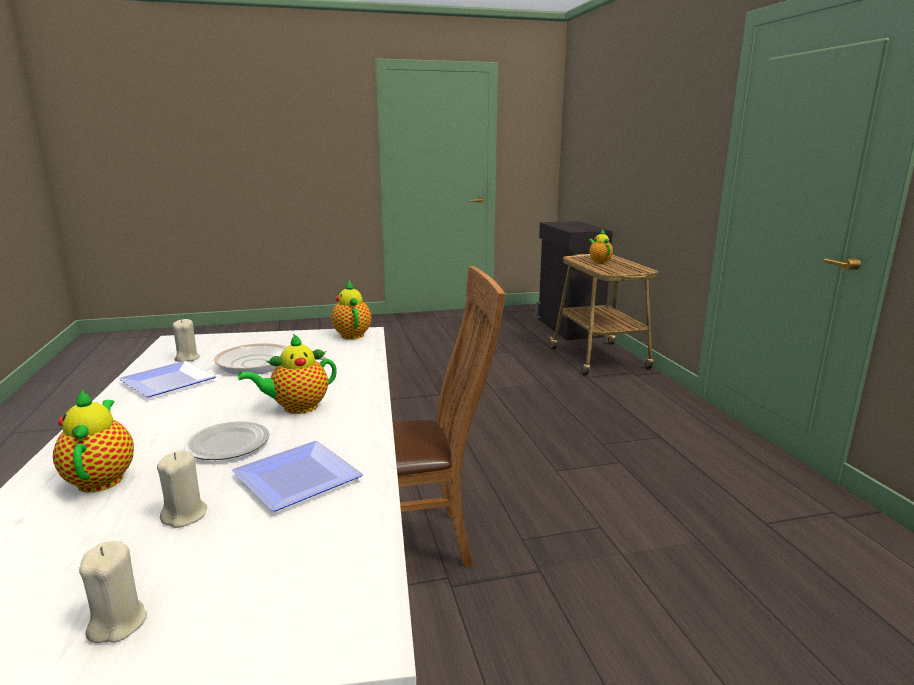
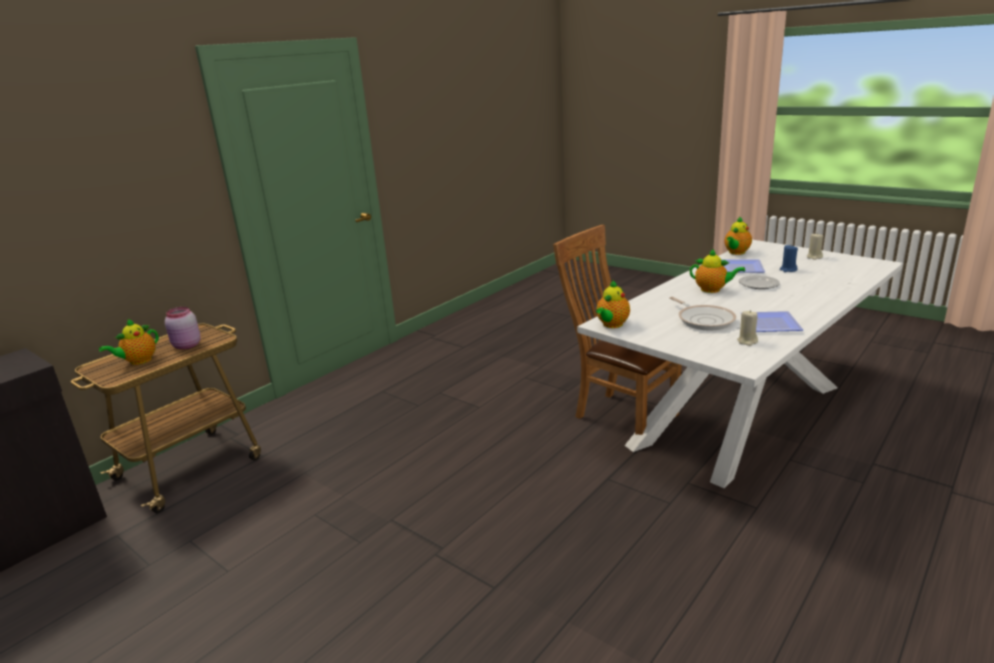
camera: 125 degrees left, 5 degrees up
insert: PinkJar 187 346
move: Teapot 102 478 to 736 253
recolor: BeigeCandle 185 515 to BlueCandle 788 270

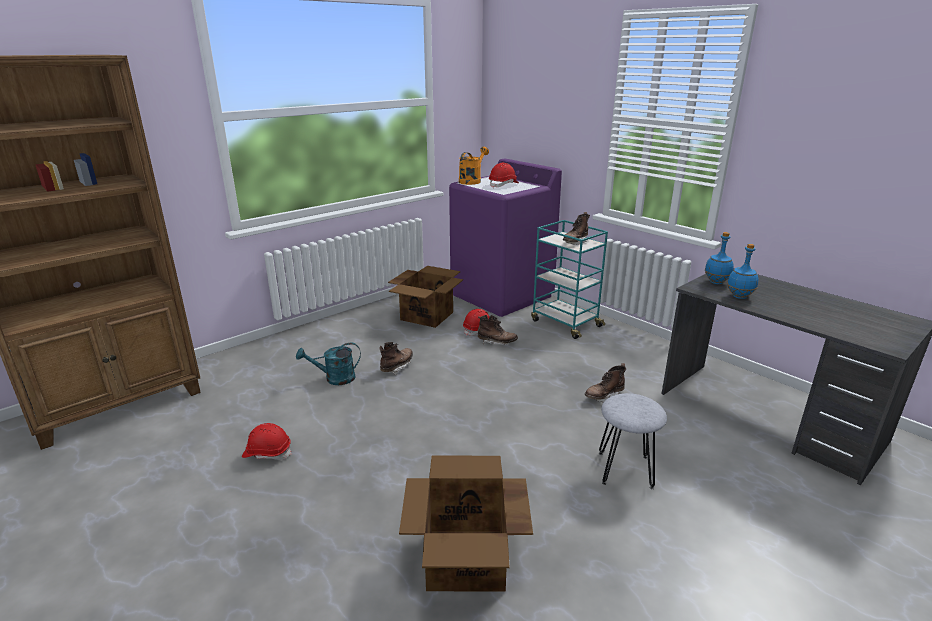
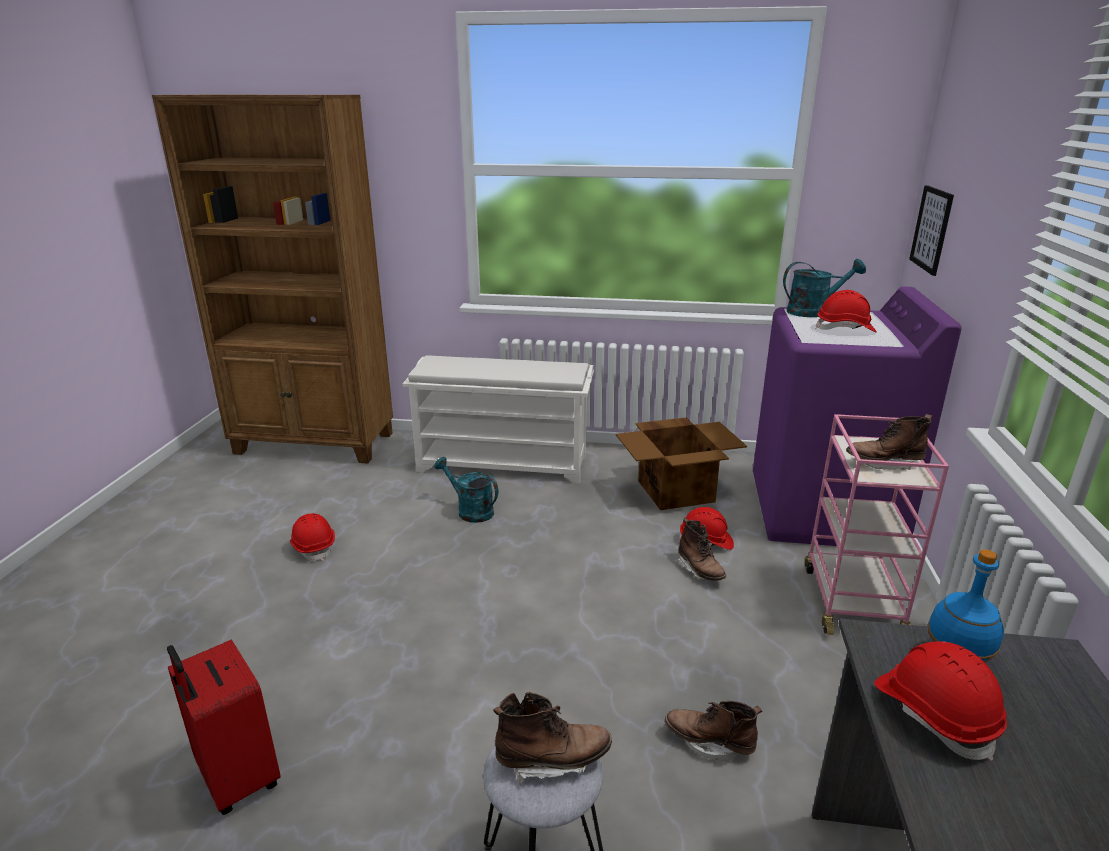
camera: 50 degrees right, 0 degrees up
insert: WhiteShoeRack 504 463; Picture 931 229
move: BrownBoot 397 367 to 552 760
replace: CardboardBox 465 560 to RedSuitcase 236 779; BlueBottle 739 296 to RedHardHat 934 713
recolor: OrangeWateringCan 472 181 to TurquoiseWateringCan 813 311; TurquoiseCart 565 323 to PinkCart 852 601

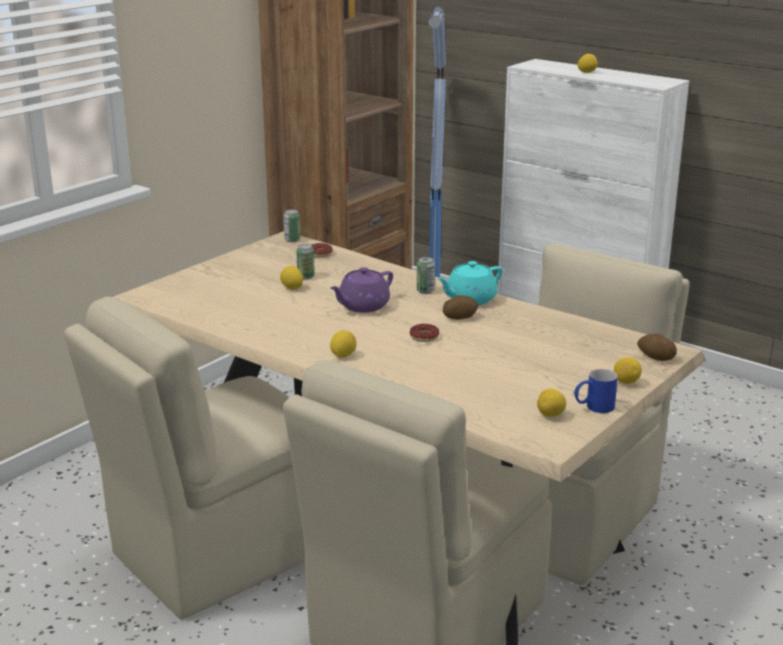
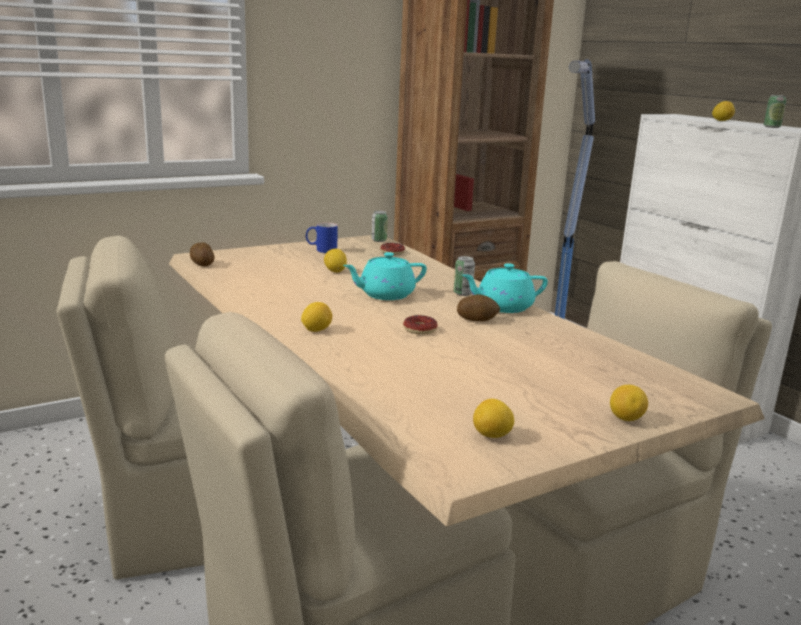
camera: 20 degrees right, 5 degrees down
move: Can 306 277 to 771 127; BlueMug 593 407 to 321 250; Potato 655 357 to 202 264
recolor: PurpleTeapot 362 306 to TurquoiseTeapot 385 295

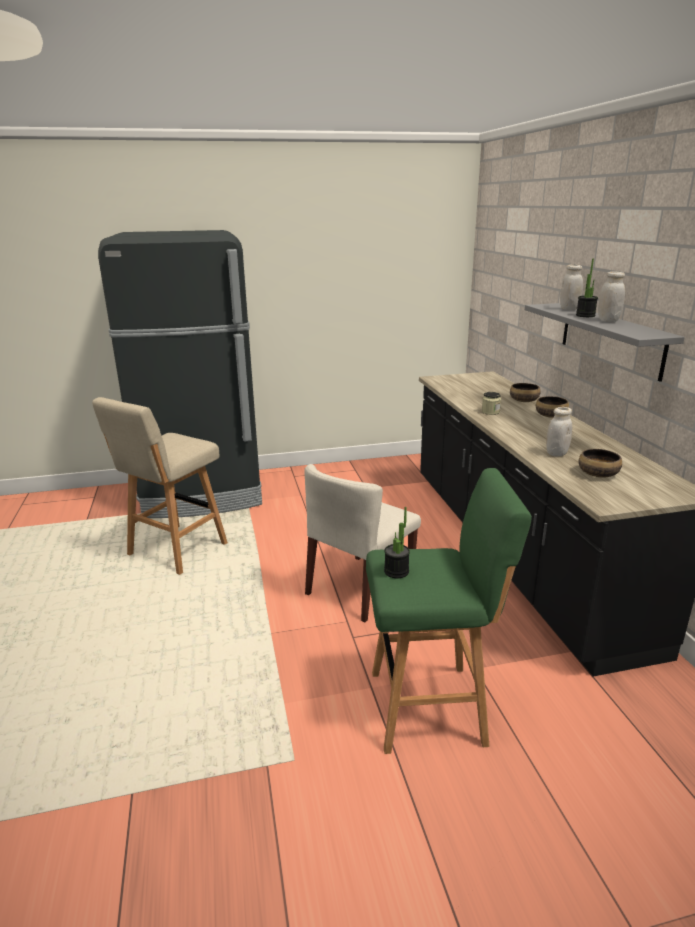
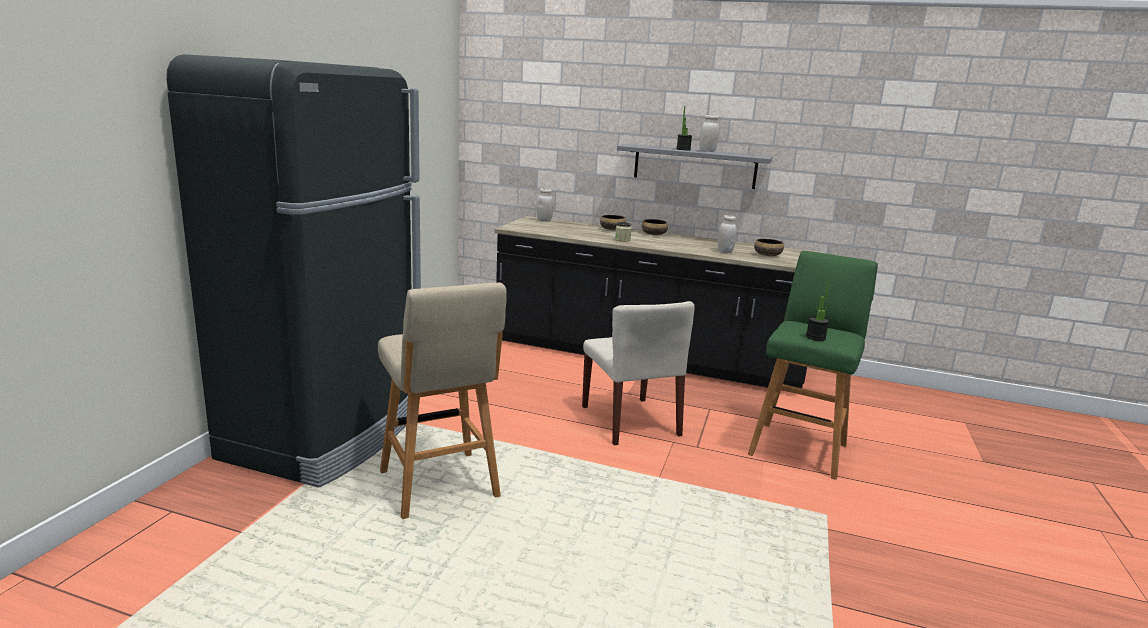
camera: 60 degrees left, 5 degrees down
move: WhiteJar 569 309 to 544 220

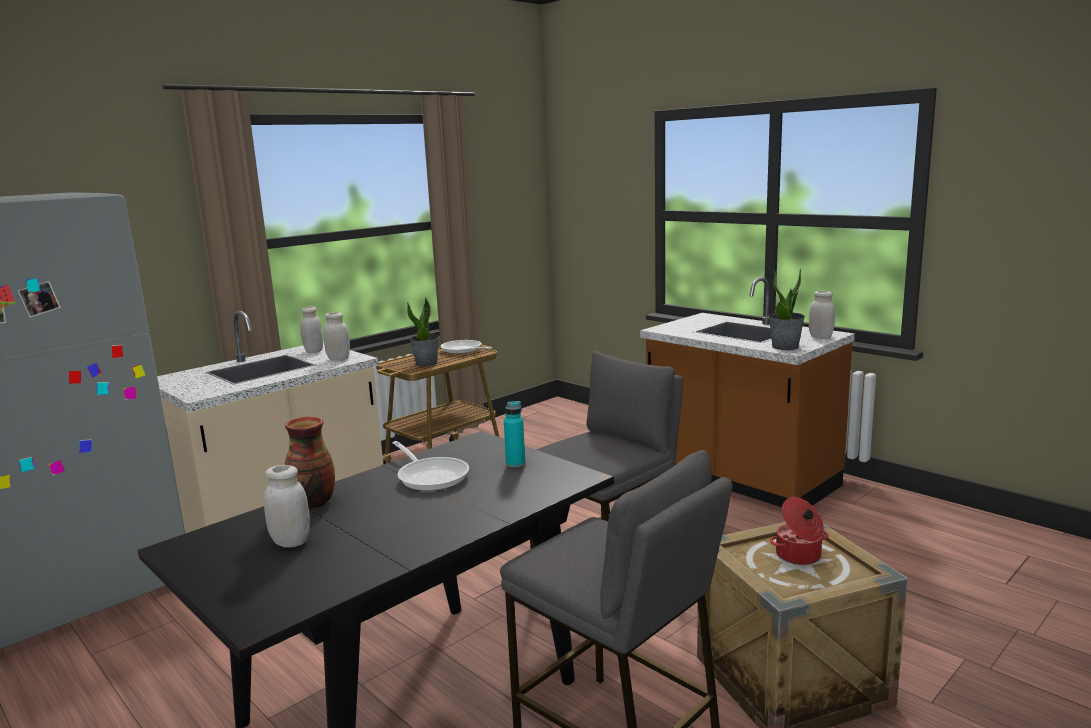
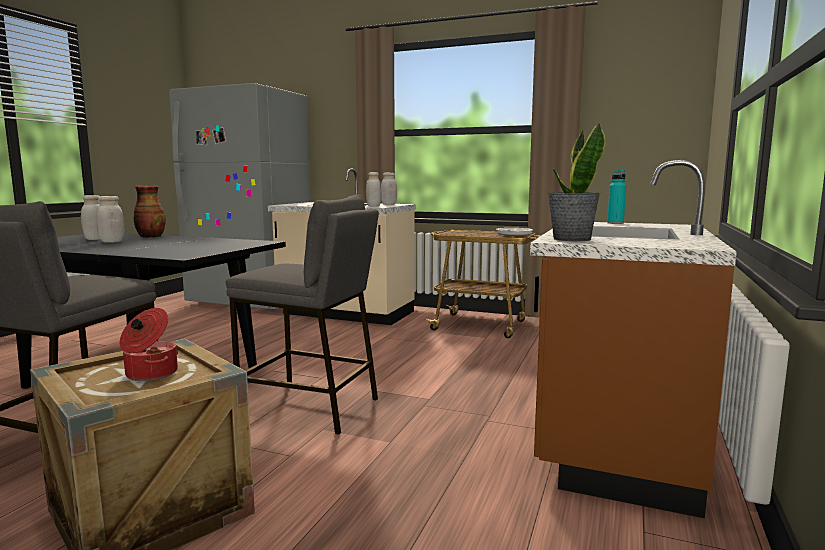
camera: 65 degrees right, 5 degrees down
delete: FryingPan 431 476; PottedPlant 426 363
move: TurquoiseBottle 515 464 to 615 223; WhiteJar 820 337 to 112 241

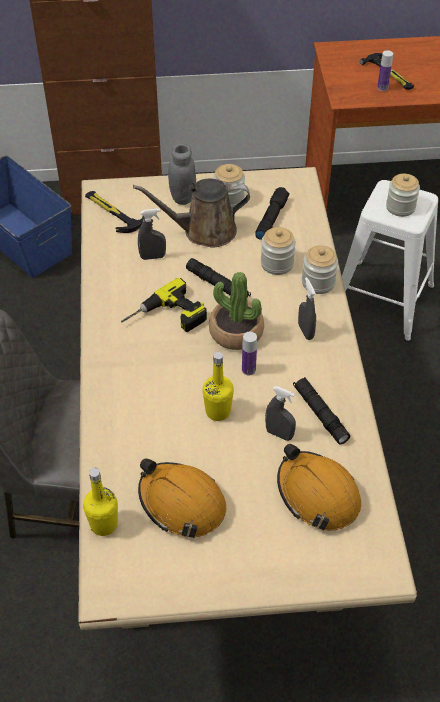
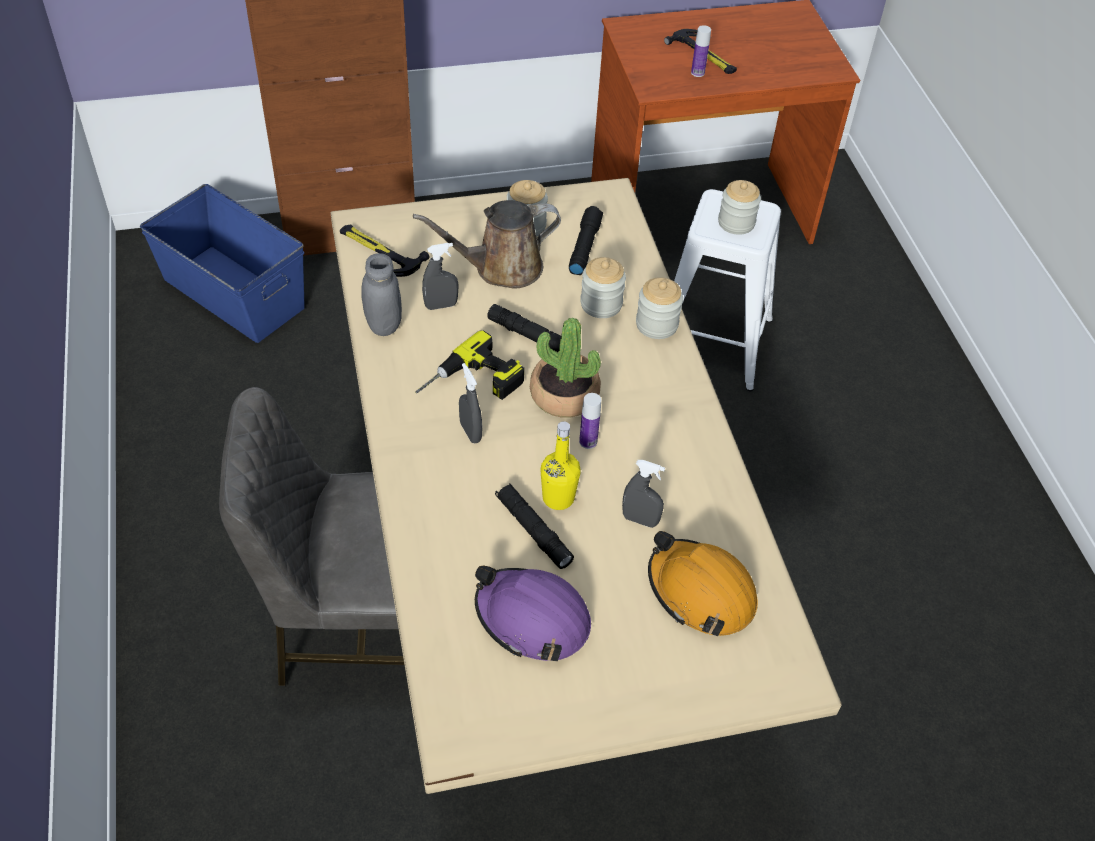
camera: 10 degrees left, 0 degrees up
delete: YellowBottle 104 524
move: GreyJar 183 197 to 384 325; BlackFlashlight 320 414 to 533 530; GreySprayBottle 305 331 to 470 432
recolor: OrangeHardHat 182 503 to PurpleHardHat 532 619

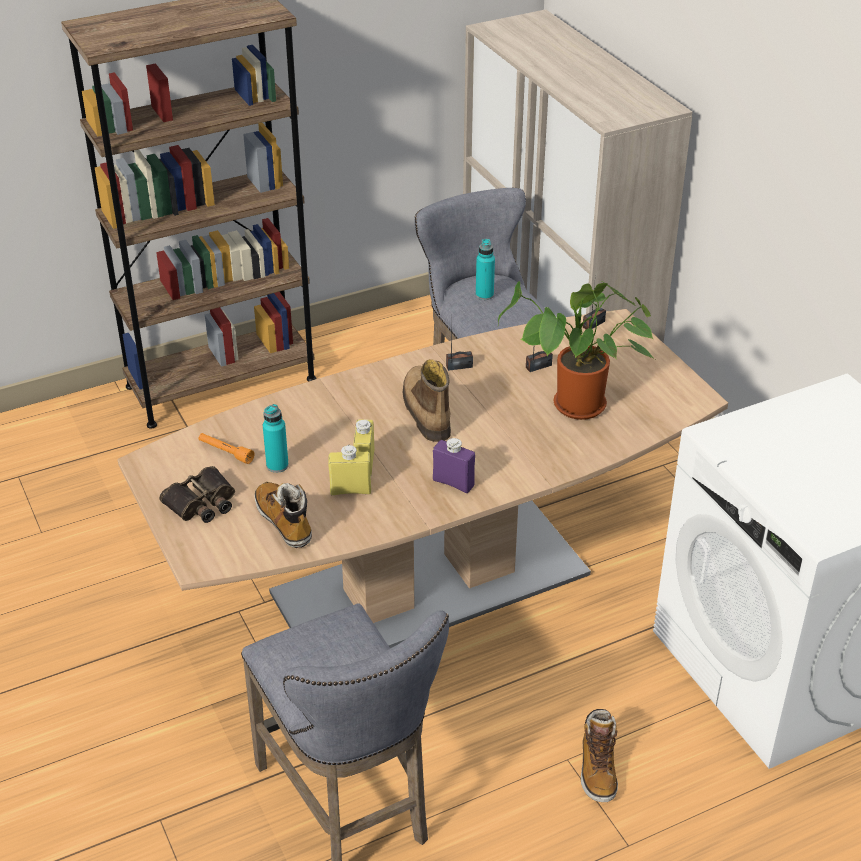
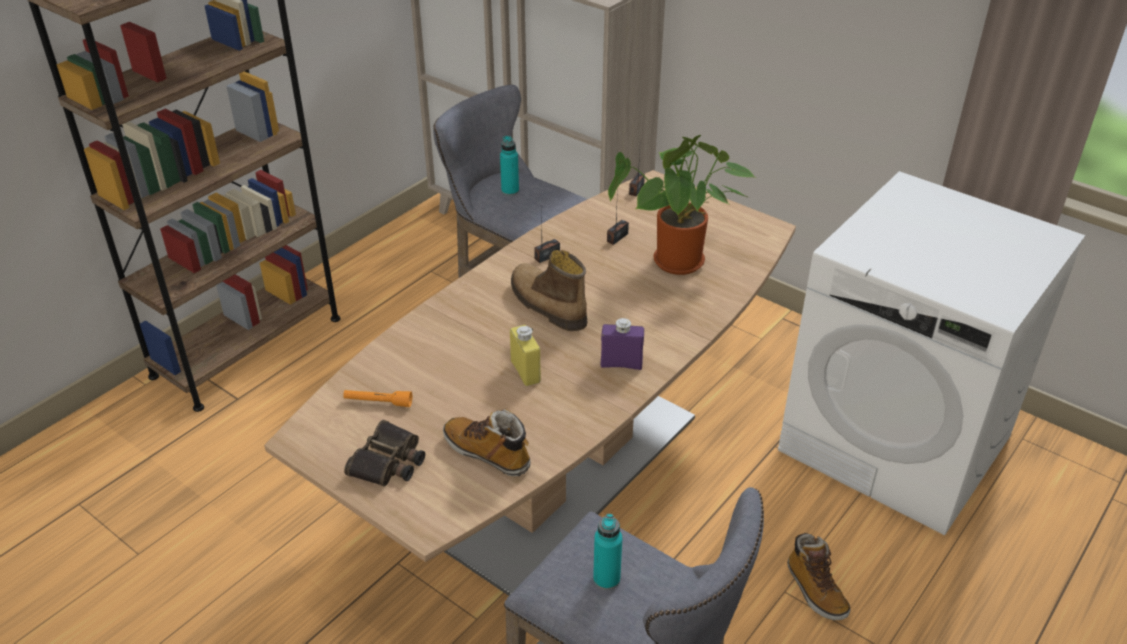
camera: 25 degrees left, 0 degrees up
delete: YellowBottle 350 490
move: TurquoiseBottle 277 465 to 606 579

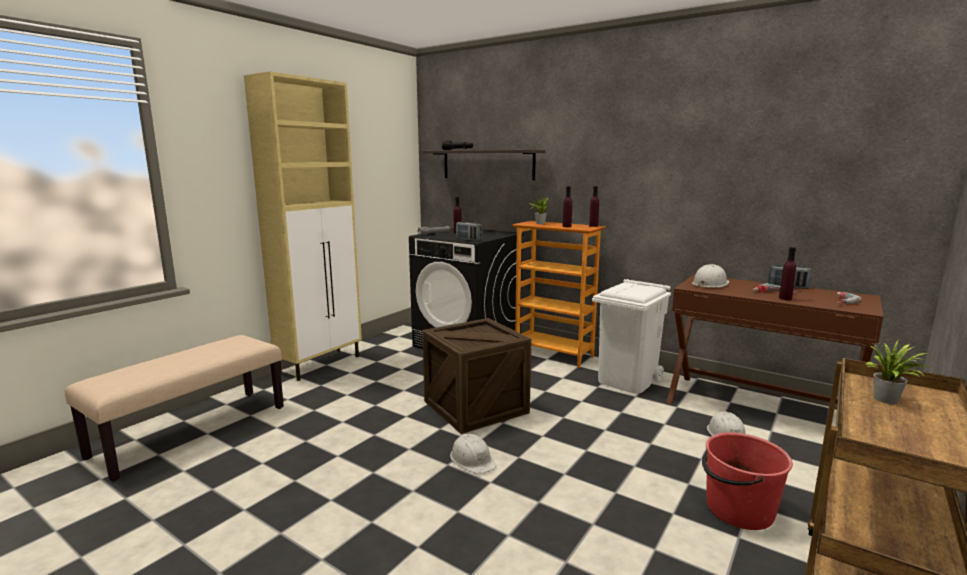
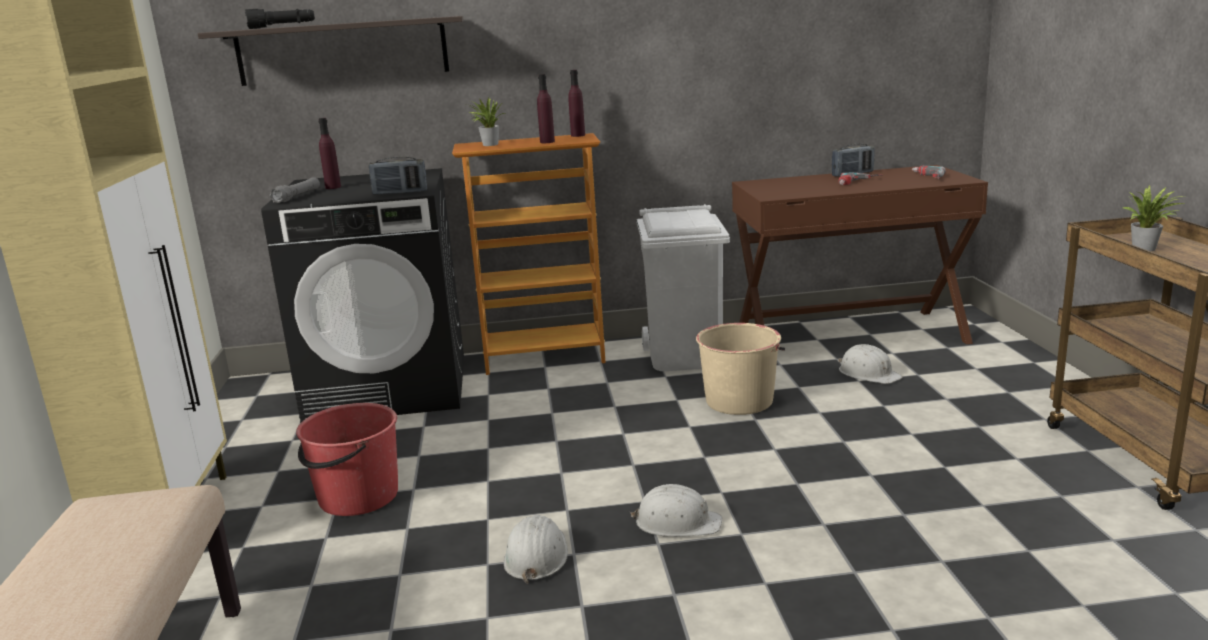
camera: 40 degrees left, 5 degrees up
delete: Crate 475 407; PurpleBottle 785 298
insert: BeigeBucket 739 401
move: WhiteHardHat 710 284 to 536 556; RedBucket 738 510 to 357 497

